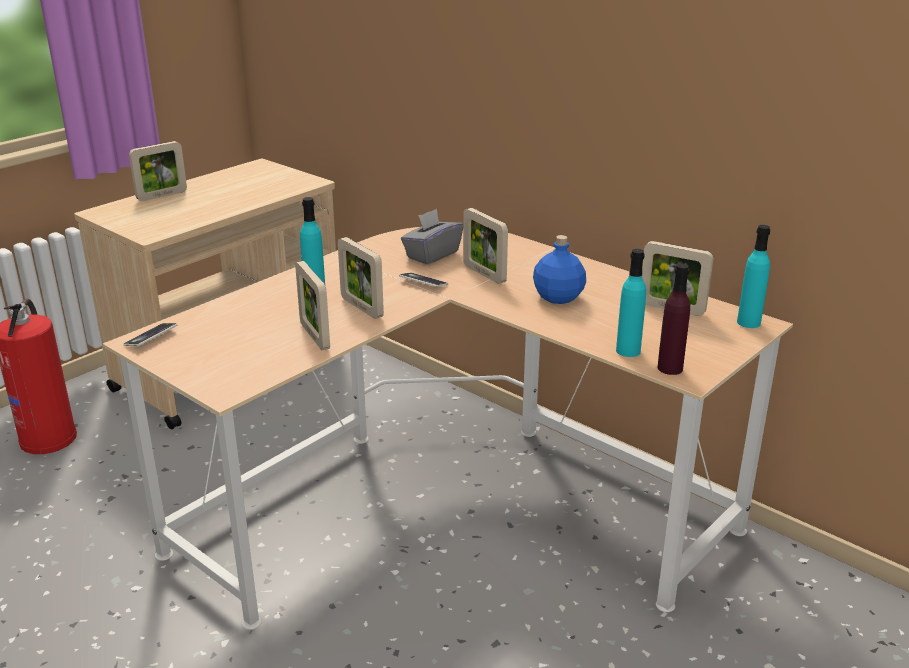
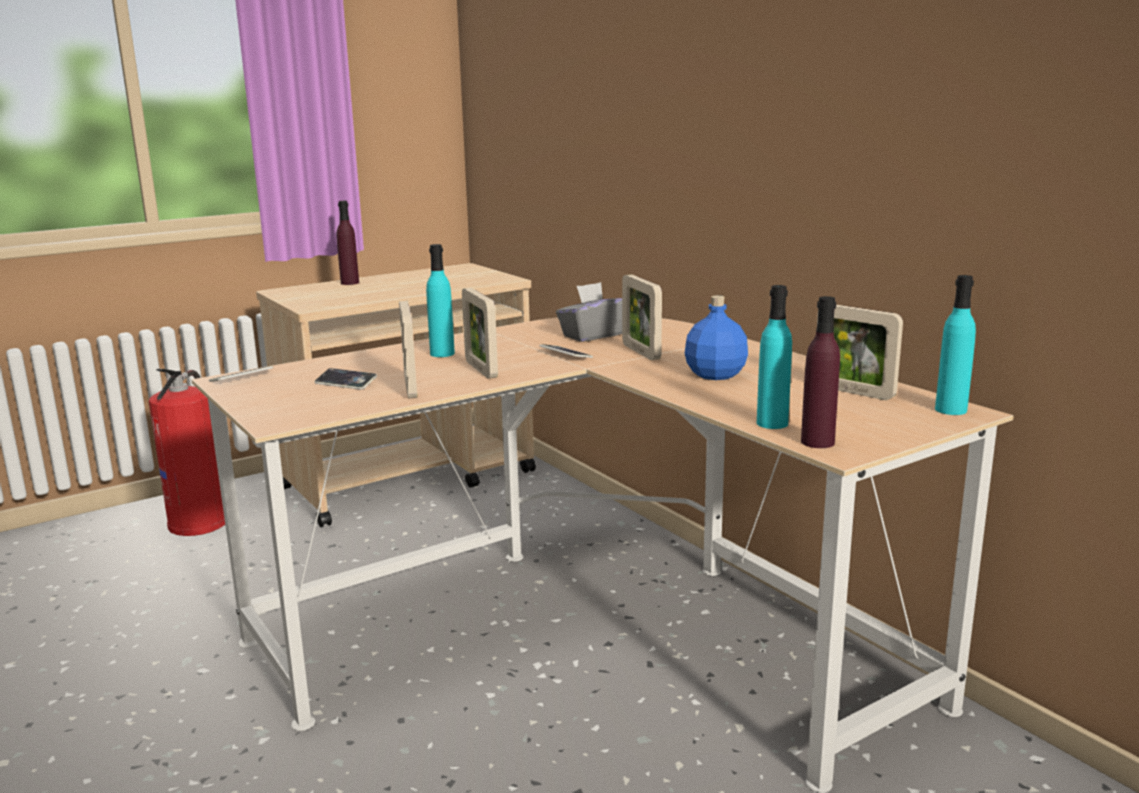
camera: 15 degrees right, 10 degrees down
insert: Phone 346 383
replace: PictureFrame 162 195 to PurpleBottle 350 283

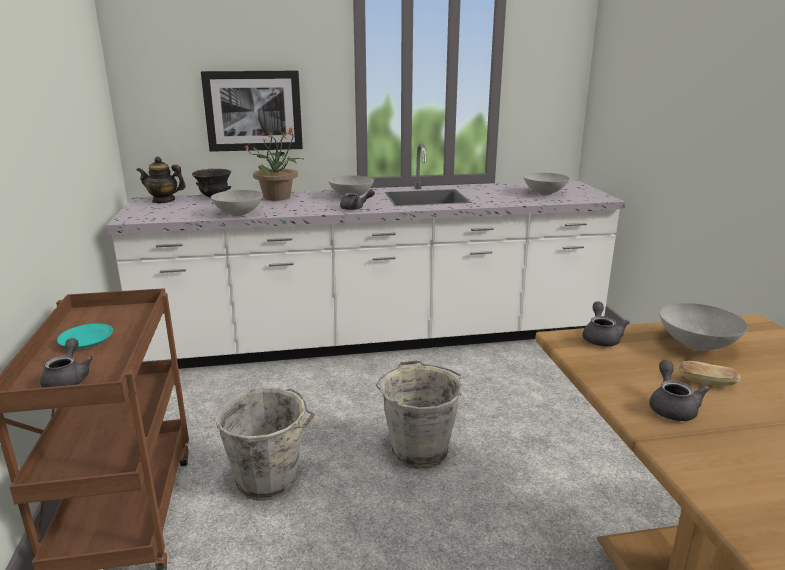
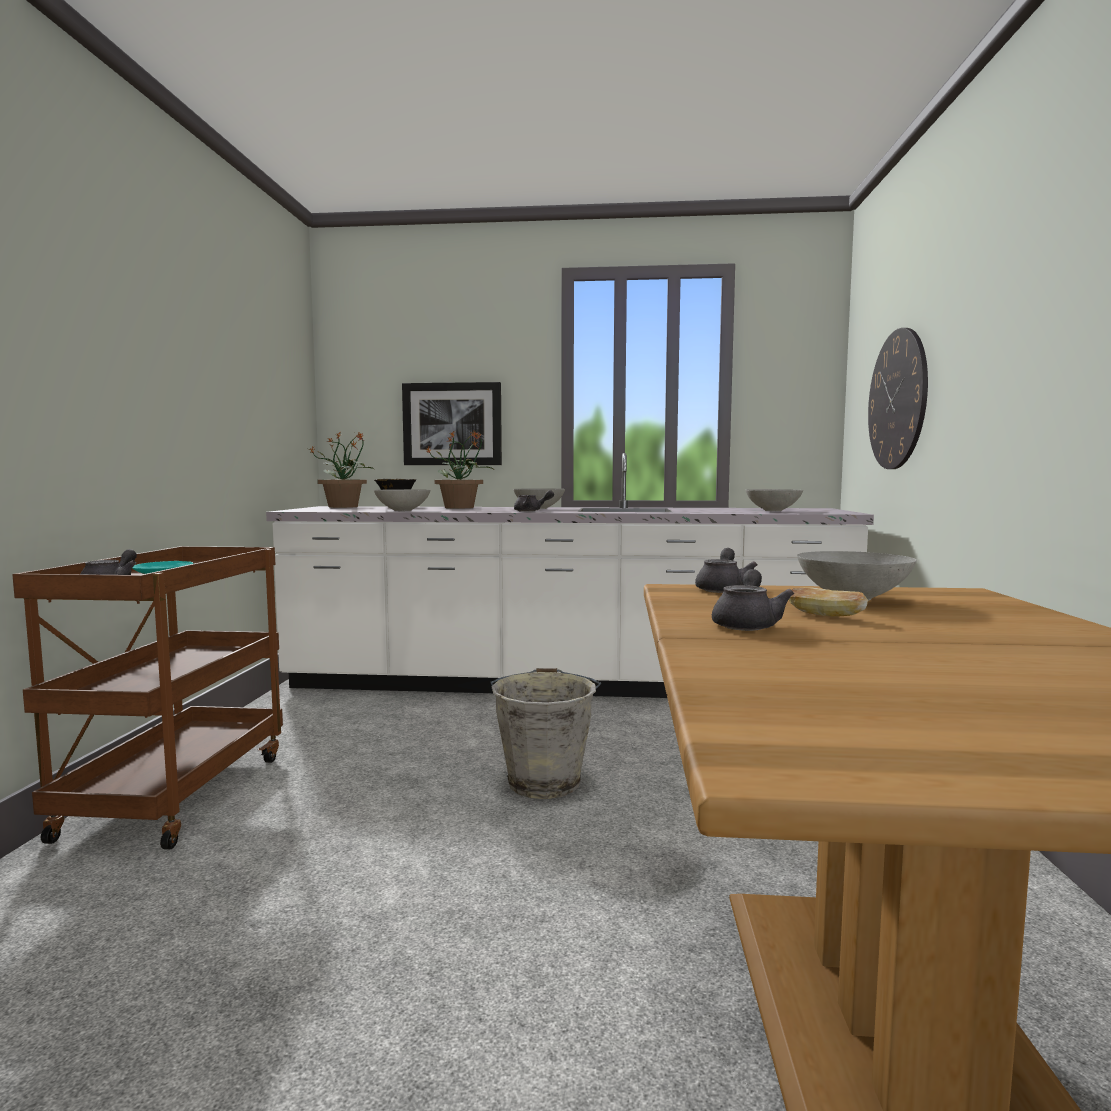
camera: 15 degrees right, 15 degrees down
delete: GreyBucket 269 481
insert: WallClock 897 400
replace: Teapot 163 200 to PottedPlant 344 507

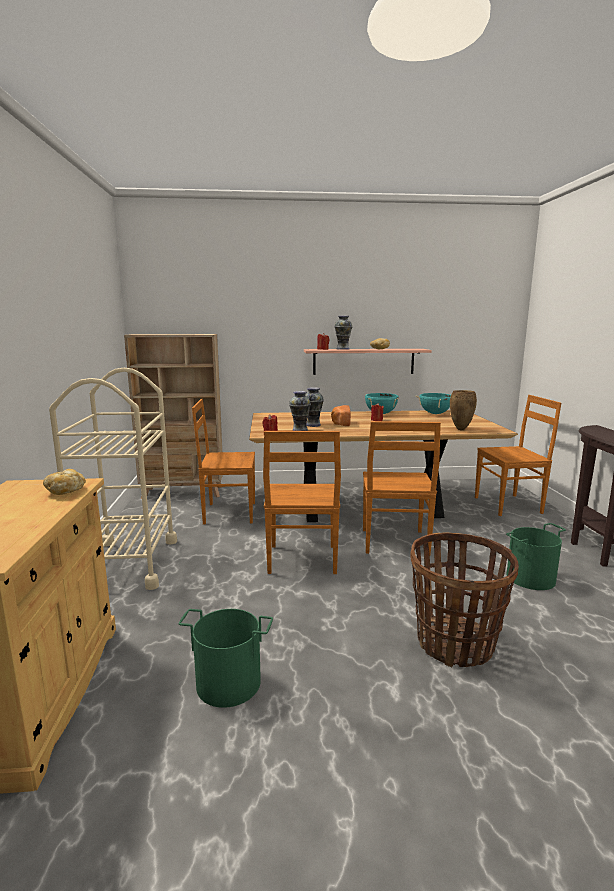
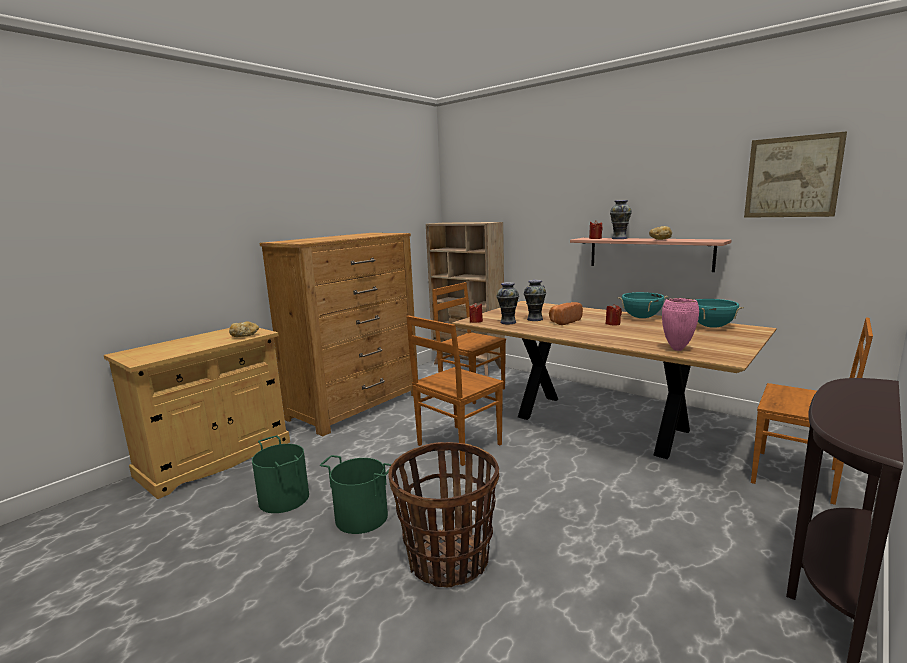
camera: 45 degrees right, 0 degrees up
delete: BrownChair 394 543
insert: Picture 792 177
move: GreenBucket 530 577 to 362 516
replace: BeigeCart 128 563 to BrownDresser 356 406
recolor: BrownVase 460 429 to PinkVase 677 349

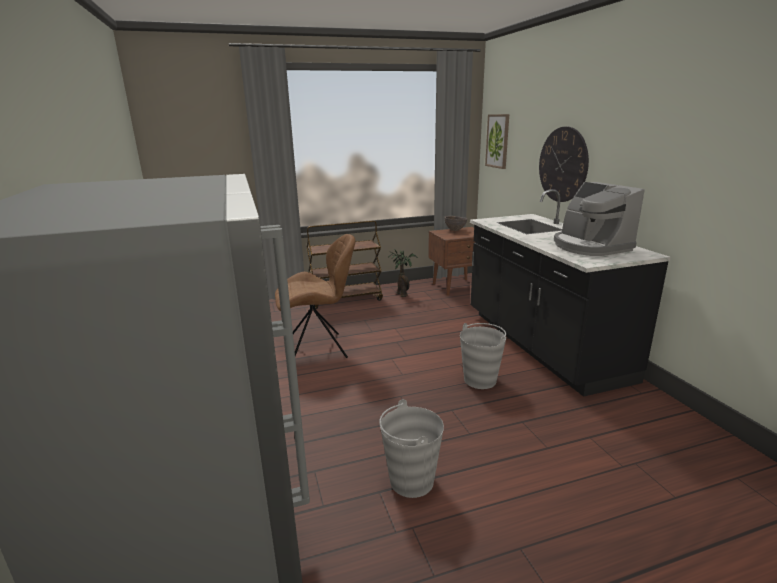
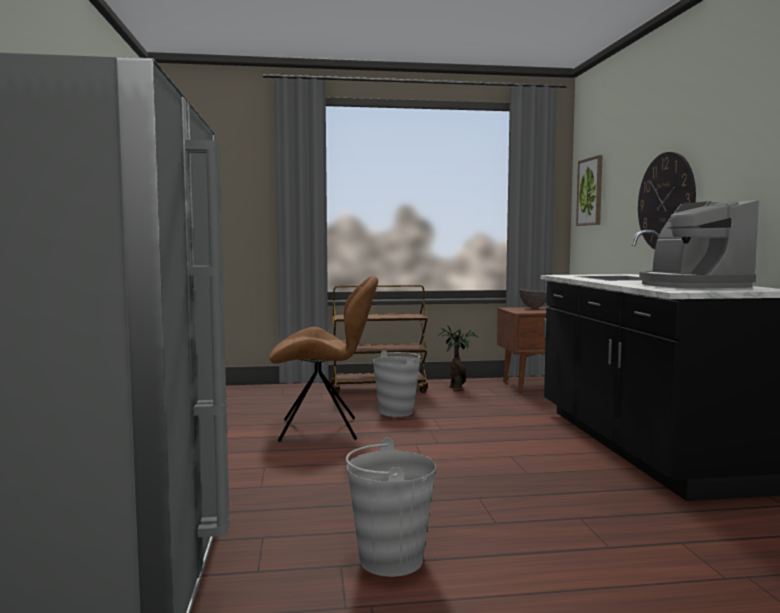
camera: 10 degrees right, 15 degrees down
move: GreyBucket 480 380 to 396 412

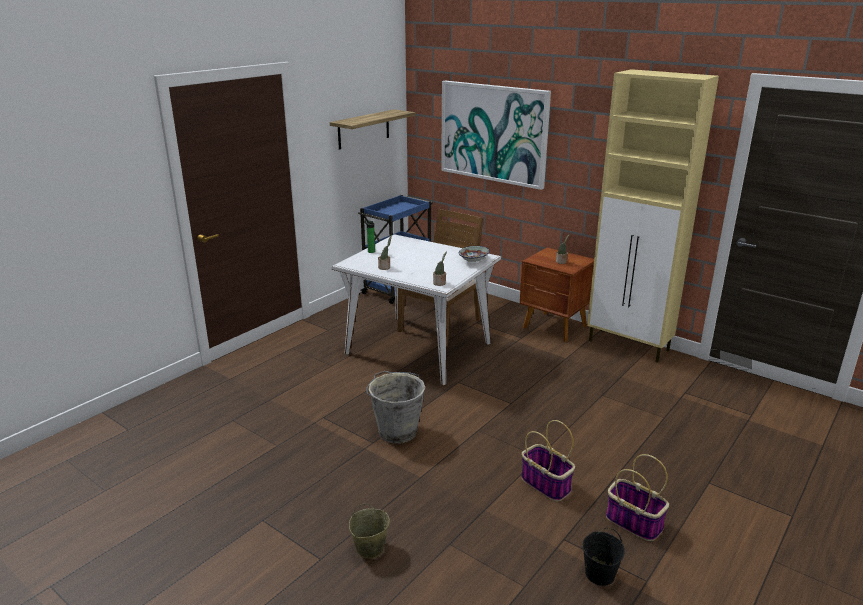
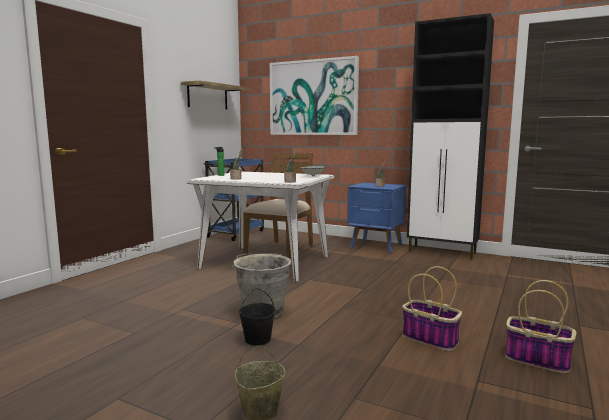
camera: 10 degrees left, 15 degrees down
move: BlackBucket 599 574 to 257 339
recolor: BrownNightstand 555 327 to BlueNightstand 376 246; BeigeCabinet 629 346 to BlackCabinet 443 252

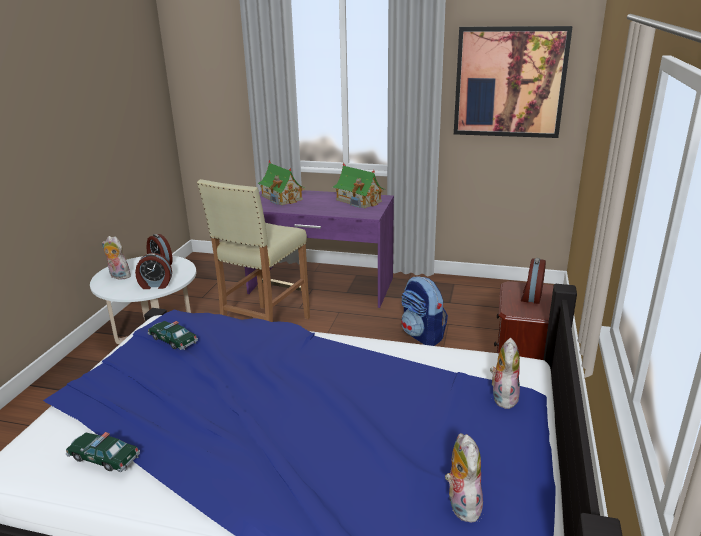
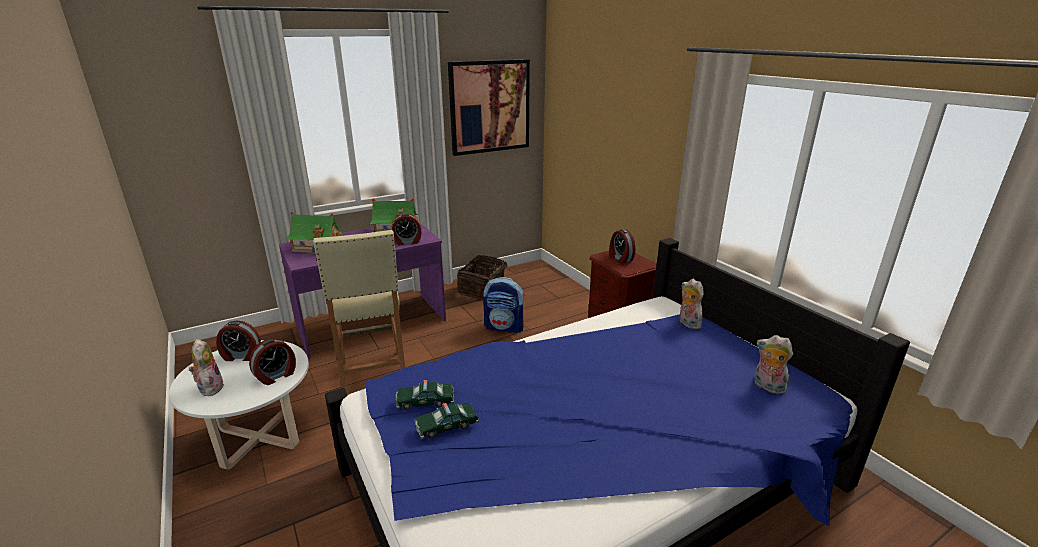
camera: 45 degrees left, 0 degrees up
insert: AlarmClock 407 242; Basket 483 289
move: ToyCar 104 458 to 447 426
rotate: PlushToy 118 276 = 210 387 90 degrees clockwise

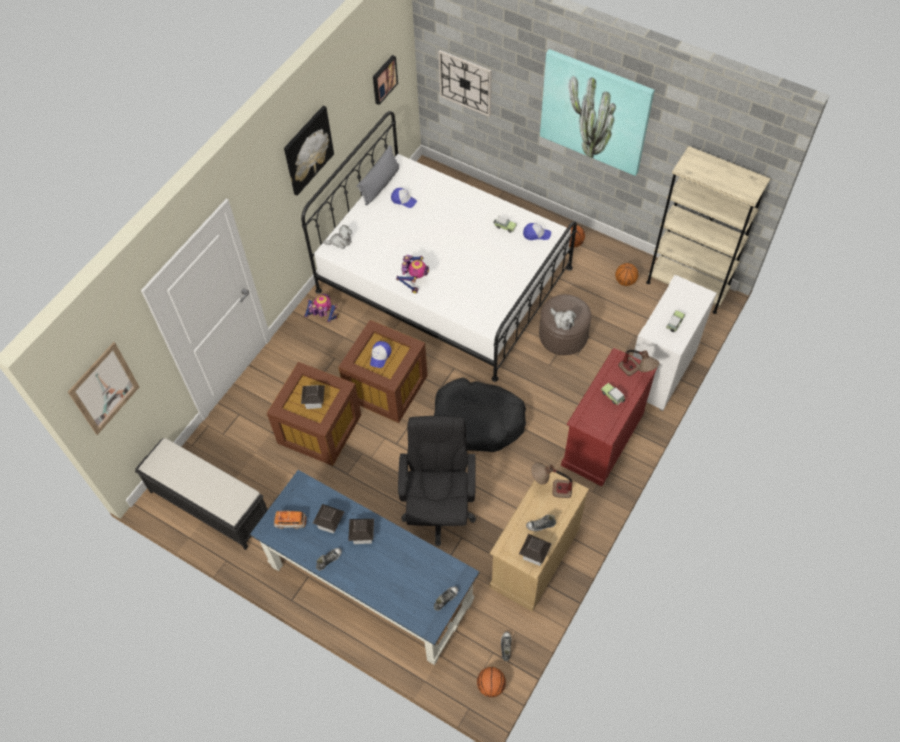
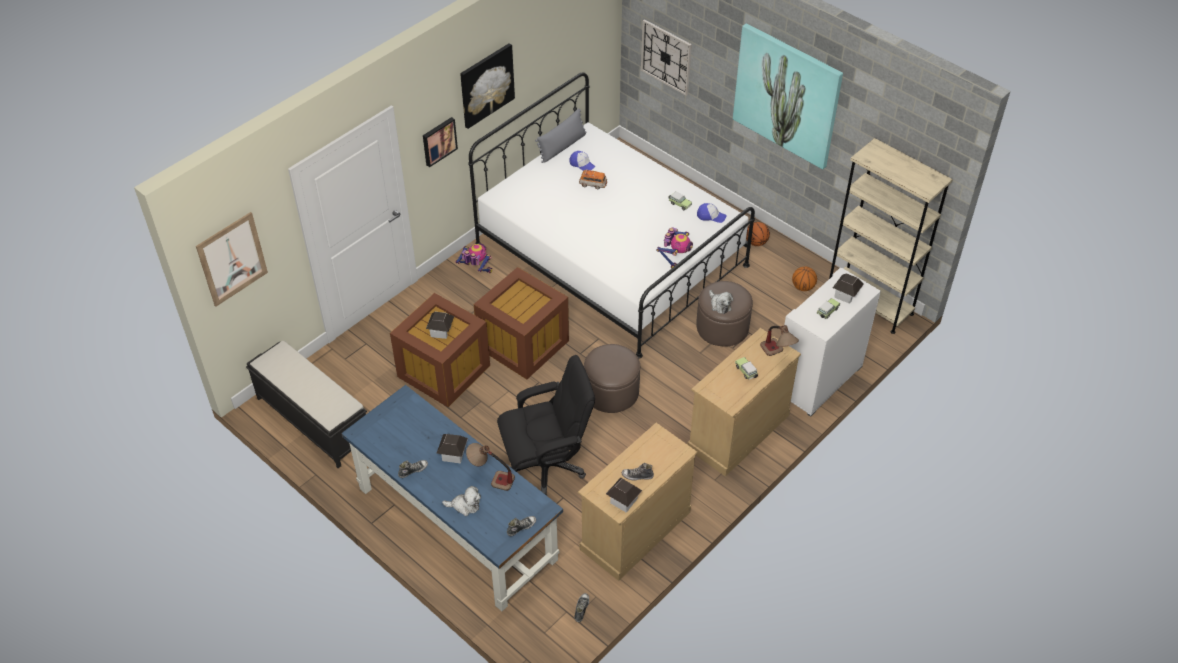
camera: 10 degrees right, 10 degrees down
delete: Cap 380 356; Basketball 491 685
move: ToyCar 290 522 to 593 184; ToyHouse 330 522 to 846 295; PlushToy 340 241 to 465 505; Picture 383 79 to 438 141; ToyRobot 414 281 to 675 258; TableLamp 550 488 to 491 478
replace: BlackDogBed 479 420 to BrownOttoman 611 392
recolor: RedDresser 602 439 to BeigeDresser 737 432
rotate: BlackOfficeChair 438 508 = 546 466 60 degrees clockwise

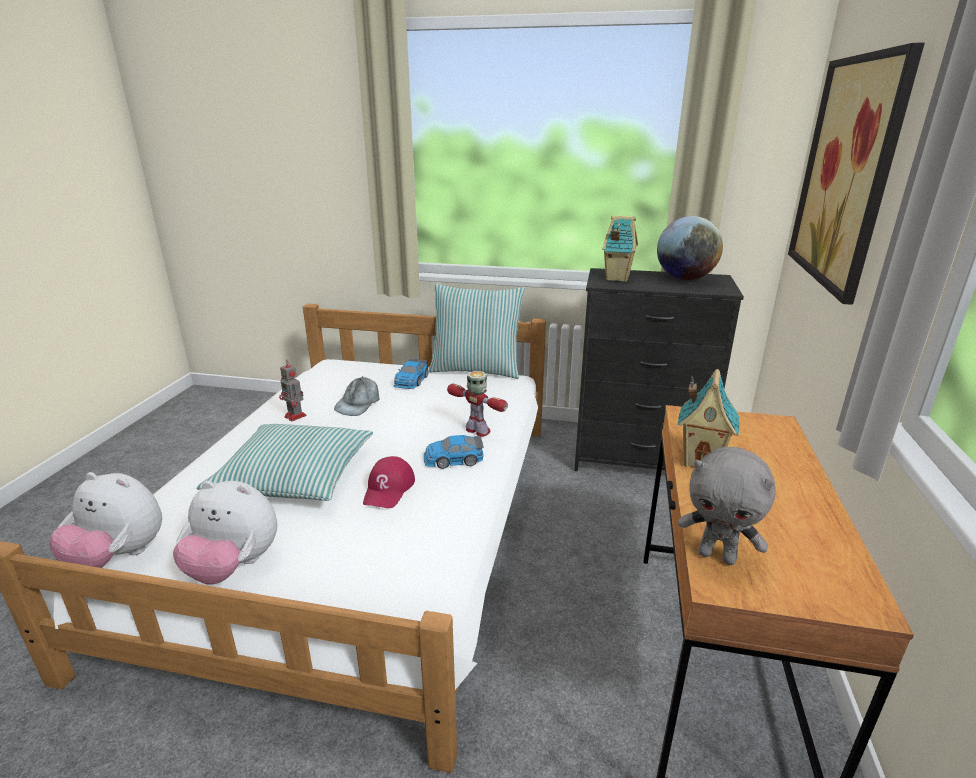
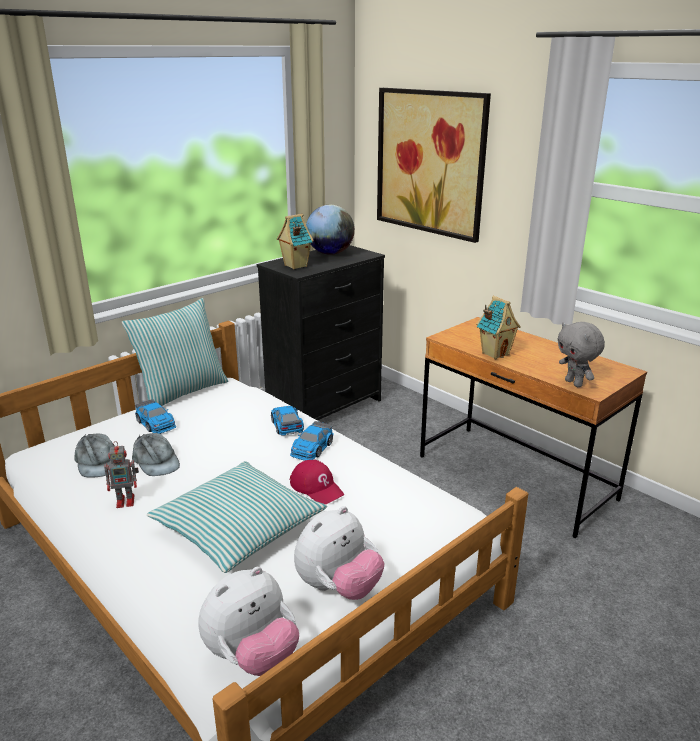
camera: 55 degrees left, 0 degrees up
insert: GreyCap 97 462
replace: ToyRobot 478 431 to ToyCar 286 425
rotate: GreyPlushToy 717 556 = 574 383 90 degrees clockwise

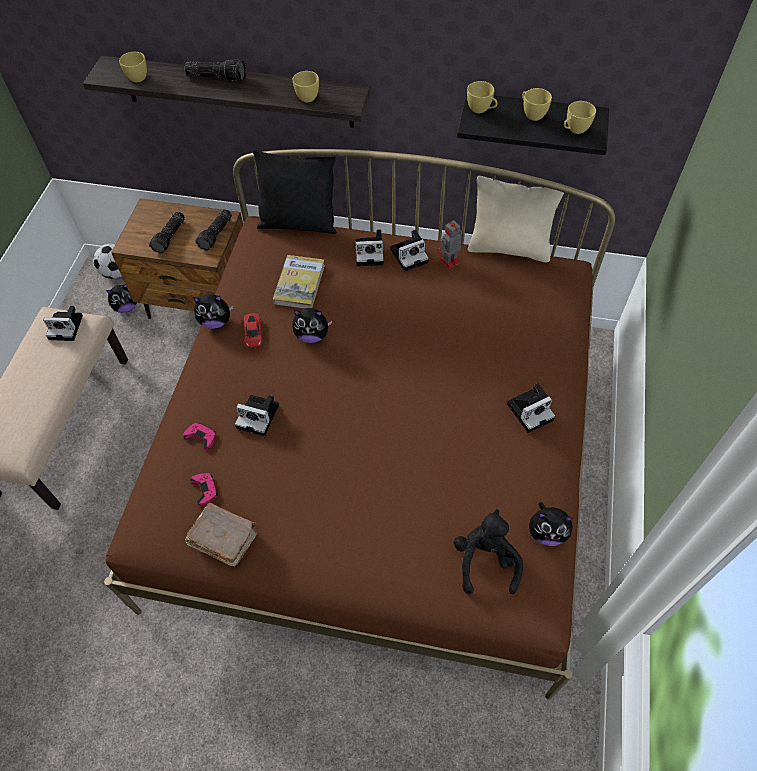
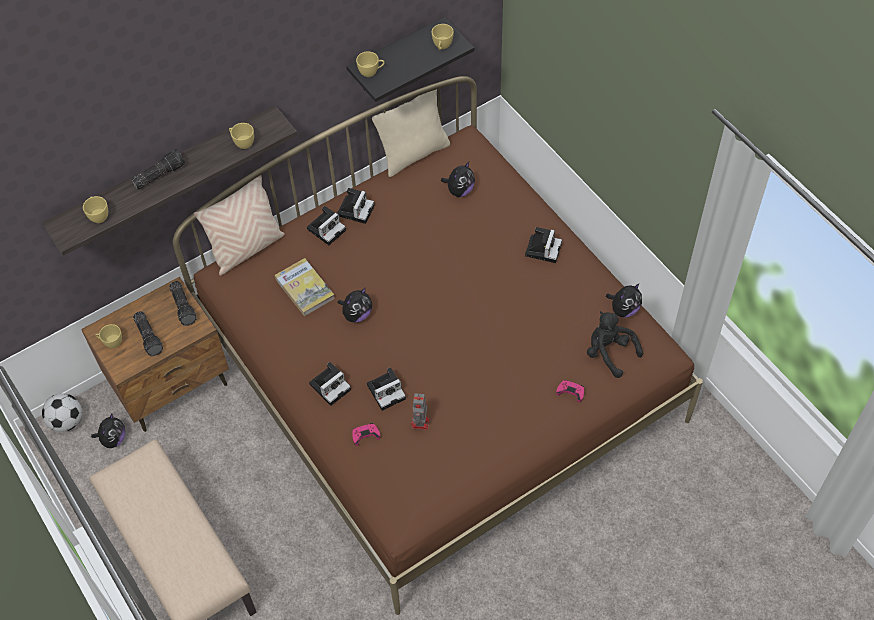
camera: 45 degrees left, 0 degrees up
delete: BrownBook 223 538; RedToyCar 253 332
move: PhotoCamera 67 327 to 331 385; PinkGameController 205 489 to 570 391; PlushToy 216 321 to 459 190; ToyRobot 448 262 to 420 424; YellowCup 532 114 to 111 342
recolor: BlackPillow 298 224 to BeigePillow 247 249

